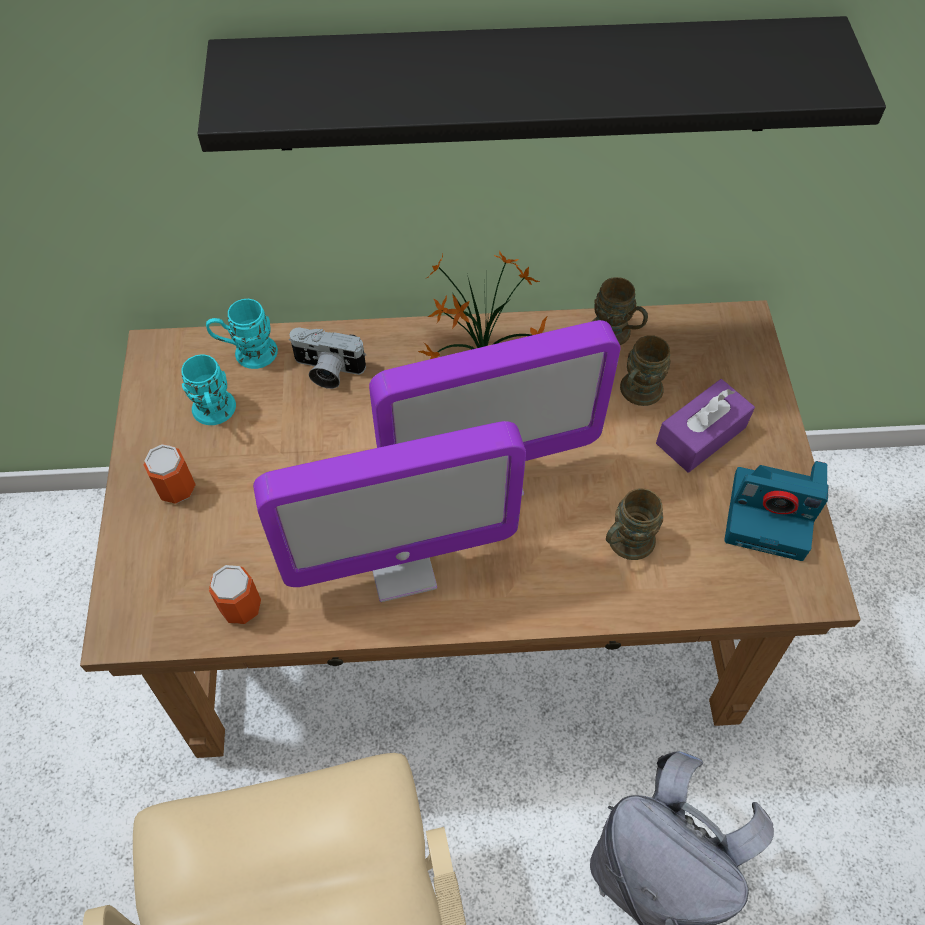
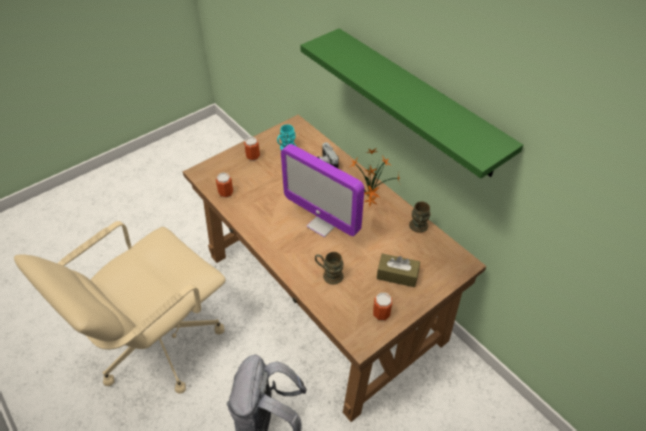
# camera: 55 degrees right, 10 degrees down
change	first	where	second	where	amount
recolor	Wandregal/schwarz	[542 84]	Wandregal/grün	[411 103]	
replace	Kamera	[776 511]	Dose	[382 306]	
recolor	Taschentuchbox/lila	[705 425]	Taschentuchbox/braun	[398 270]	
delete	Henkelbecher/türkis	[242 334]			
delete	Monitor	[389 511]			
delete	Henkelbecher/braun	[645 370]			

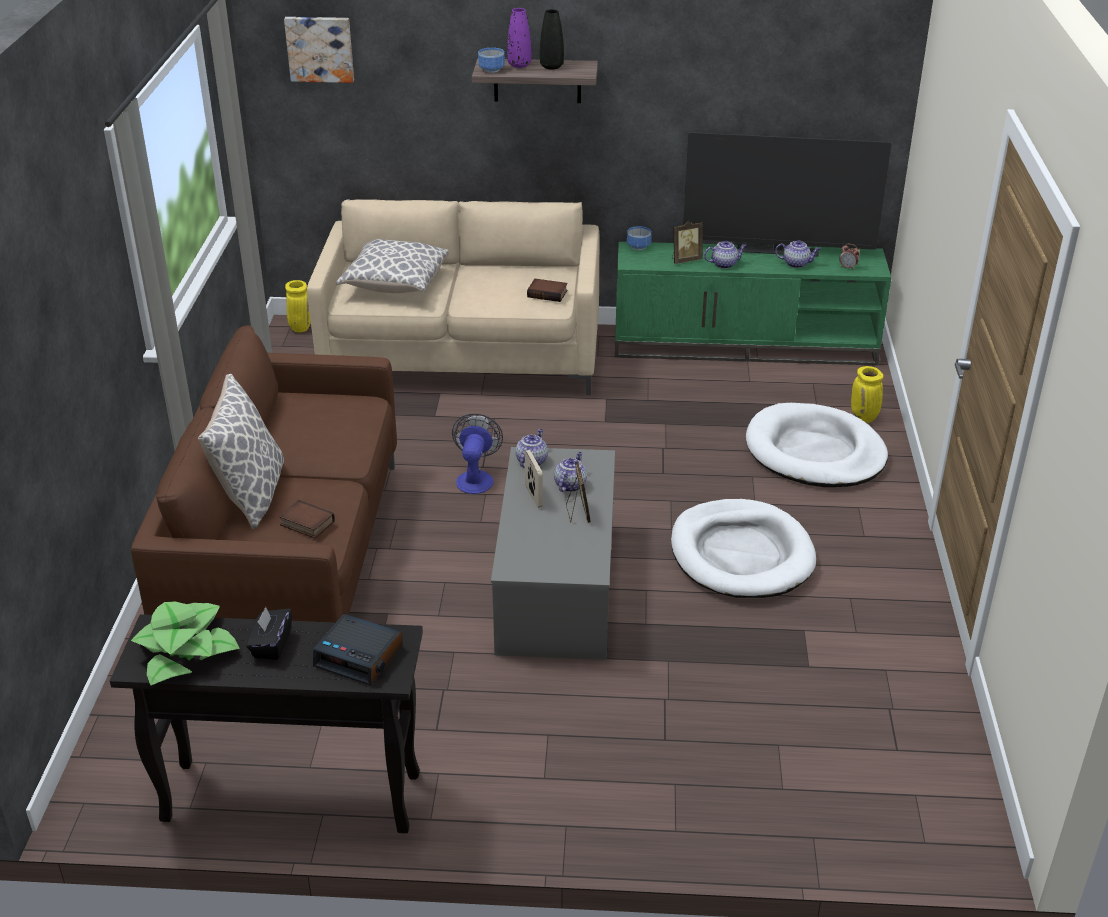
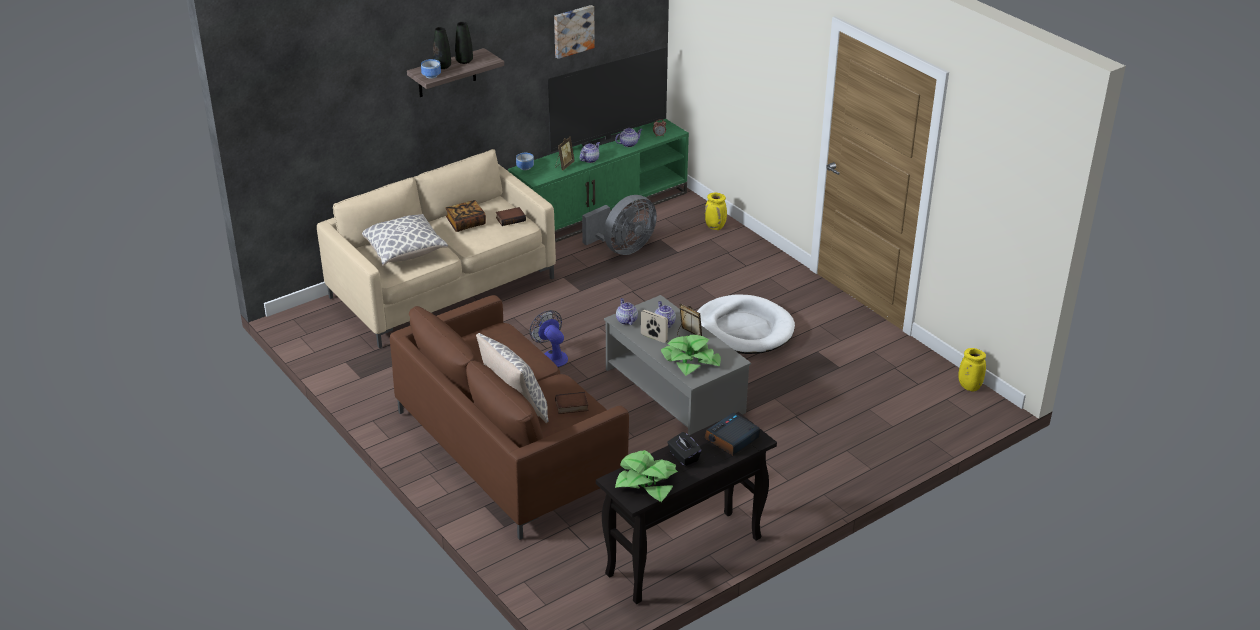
# camera: 40 degrees left, 0 degrees up
change	first	where	second	where	amount
recolor	Vase/lila	[519 38]	Vase/schwarz	[442 48]	
insert			Buch	[465 216]	
move	Bild	[319 50]		[574 32]	
insert			Ventilator/grau	[619 225]	
insert			Topfpflanze	[691 355]	
rotate	Wecker	[358 649]		[732 433]	150 degrees clockwise
move	Vase/gelb	[298 306]		[972 369]	
delete	Hundebett/weiß	[817 445]			

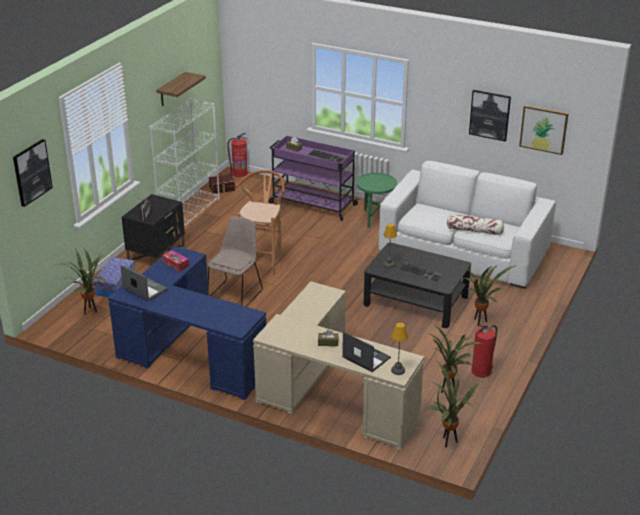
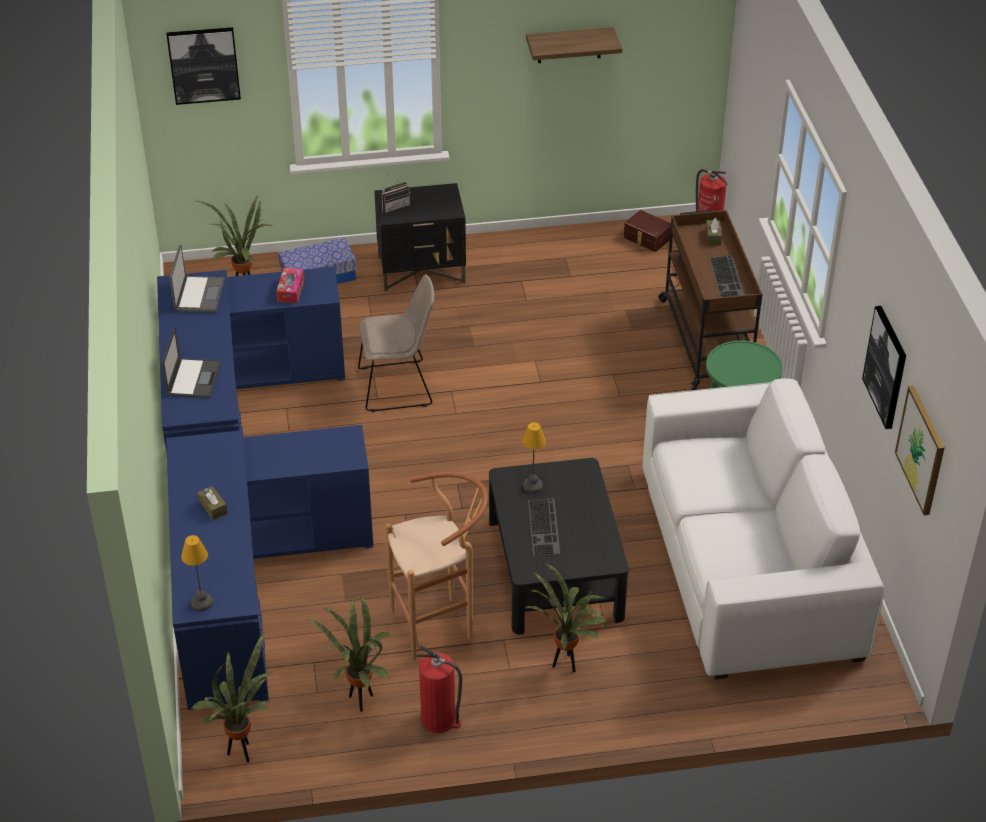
# camera: 55 degrees right, 10 degrees up
change	first	where	second	where	amount
move	Laptop	[366 352]		[191 362]	
recolor	Schreibtisch/beige	[338 366]	Schreibtisch/blau	[269 567]	
move	Hocker/braun	[260 222]		[436 566]	
recolor	Rollwagen/lila	[314 178]	Rollwagen/braun	[710 300]	
delete	Bücherregal/weiß	[184 162]			
delete	Kissen	[475 224]			

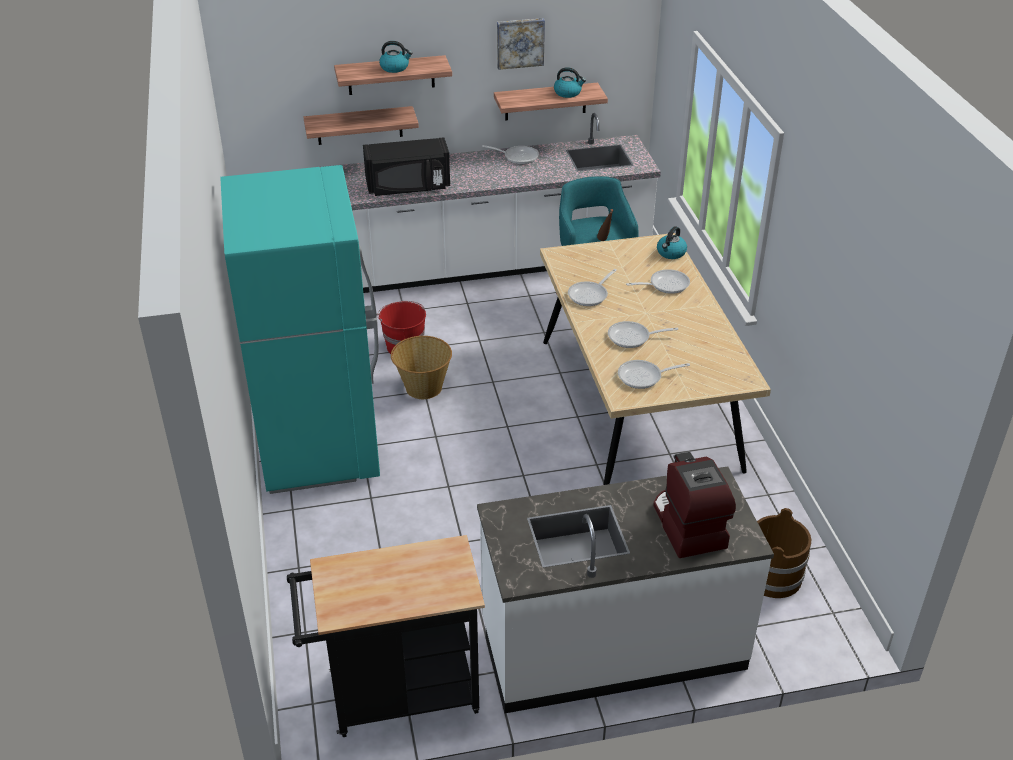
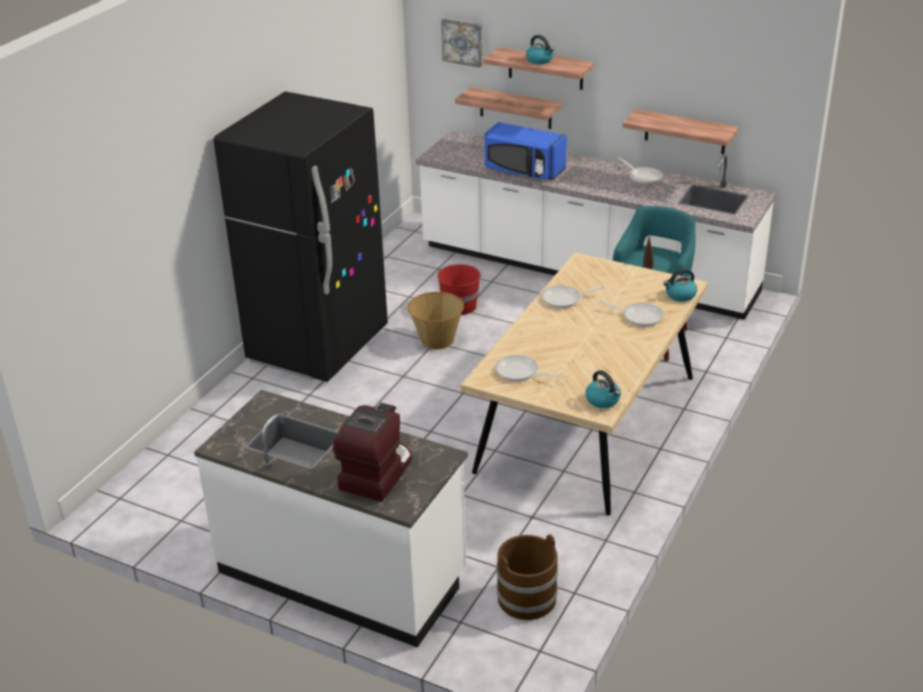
# camera: 40 degrees right, 5 degrees down
change	first	where	second	where	amount
recolor	Kühlschrank/türkis	[300 329]	Kühlschrank/schwarz	[300 237]	
move	Bild	[521 44]		[462 43]	
recolor	Mikrowelle/schwarz	[406 166]	Mikrowelle/blau	[525 151]	
move	Wasserkessel	[570 82]		[603 389]	
delete	Rollwagen/schwarz	[386 636]			
delete	Pfanne	[643 334]			

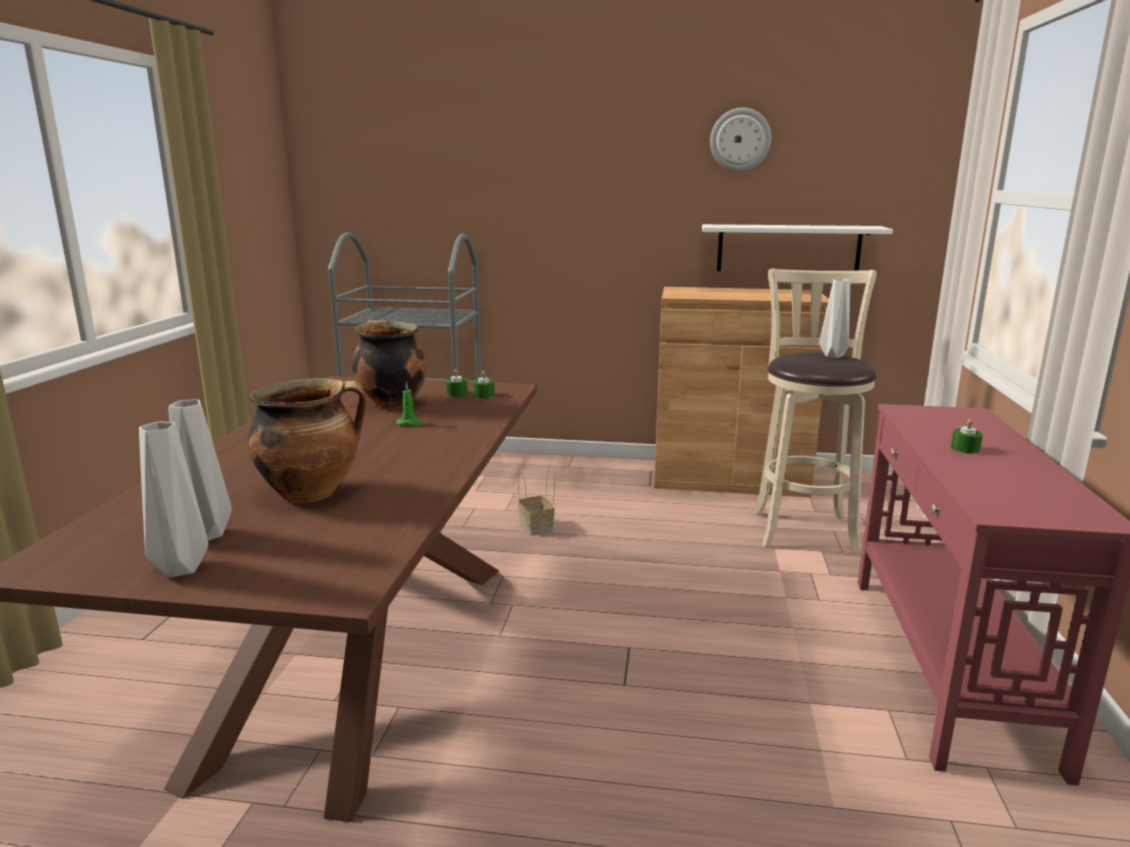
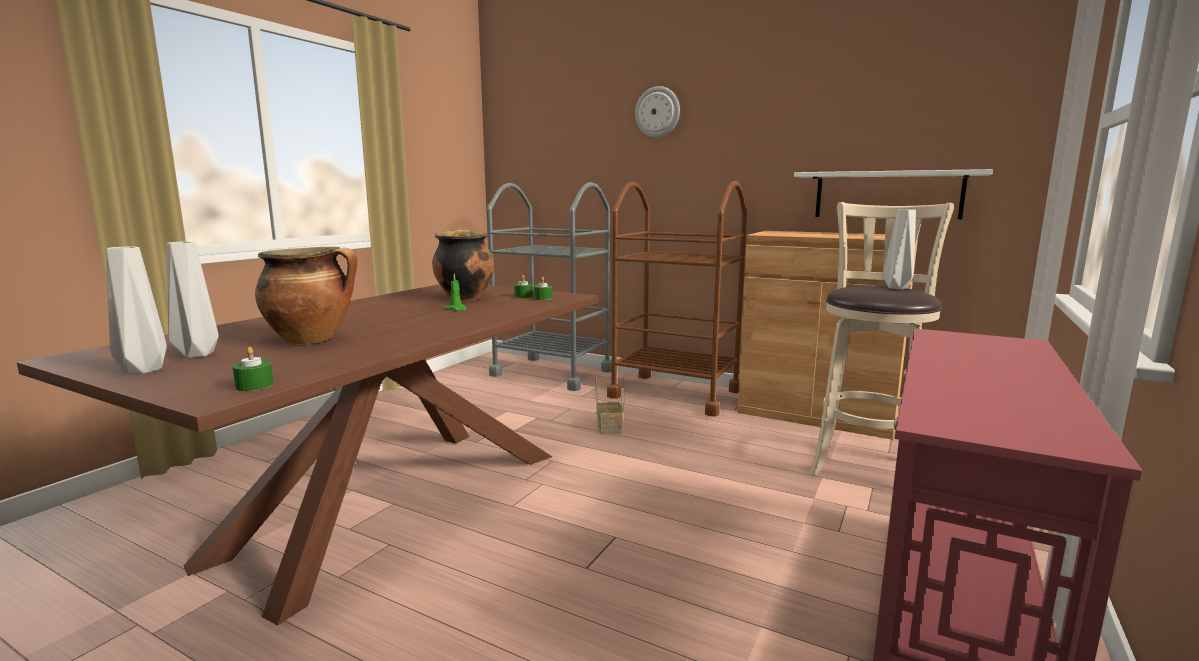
# camera: 20 degrees right, 5 degrees down
change	first	where	second	where	amount
move	Kerze/grün	[967 436]		[252 369]	
insert			Rollwagen/braun	[677 299]	
move	Wanduhr	[740 139]		[657 112]	

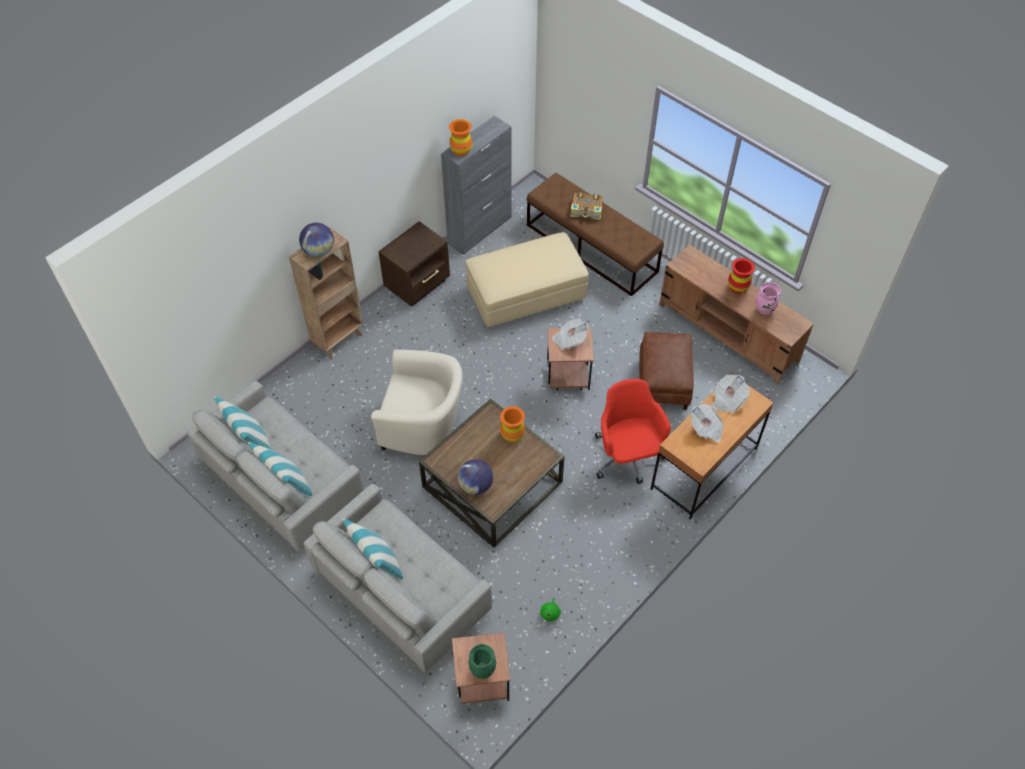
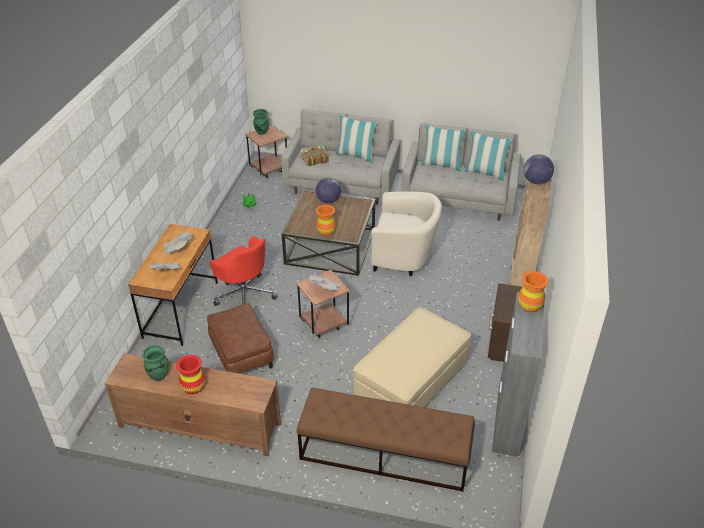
# camera: 150 degrees right, 15 degrees down
change	first	where	second	where	amount
recolor	Vase/rosa	[768 298]	Vase/grün	[155 363]	
move	Buch	[586 206]		[314 155]	
rotate	Sessel/beige	[416 402]		[406 234]	150 degrees counterclockwise

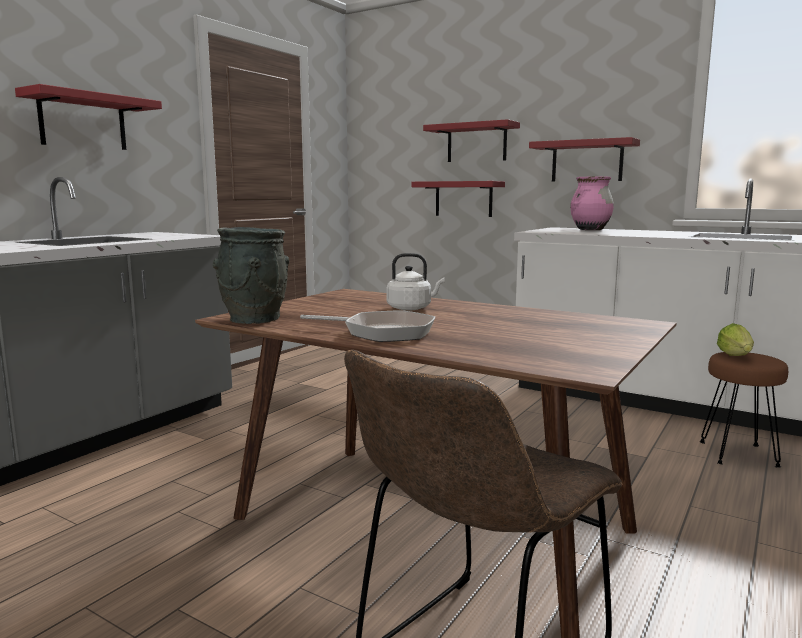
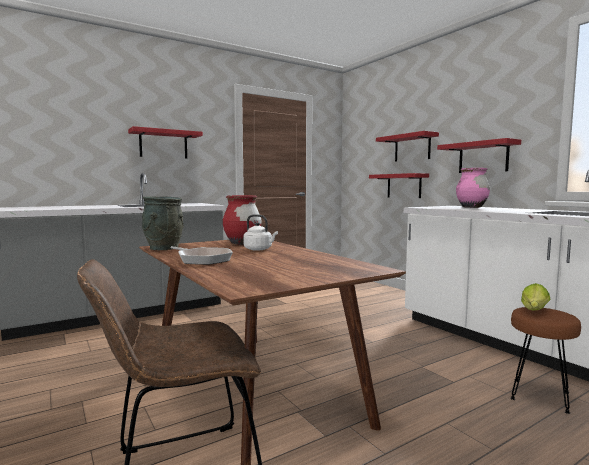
# camera: 25 degrees right, 5 degrees down
change	first	where	second	where	amount
insert			Vase/rot	[242 220]	

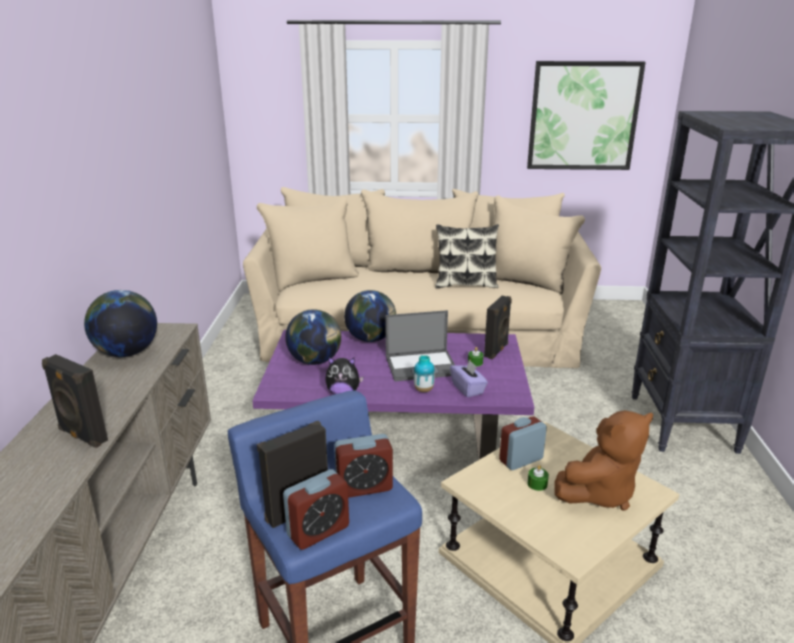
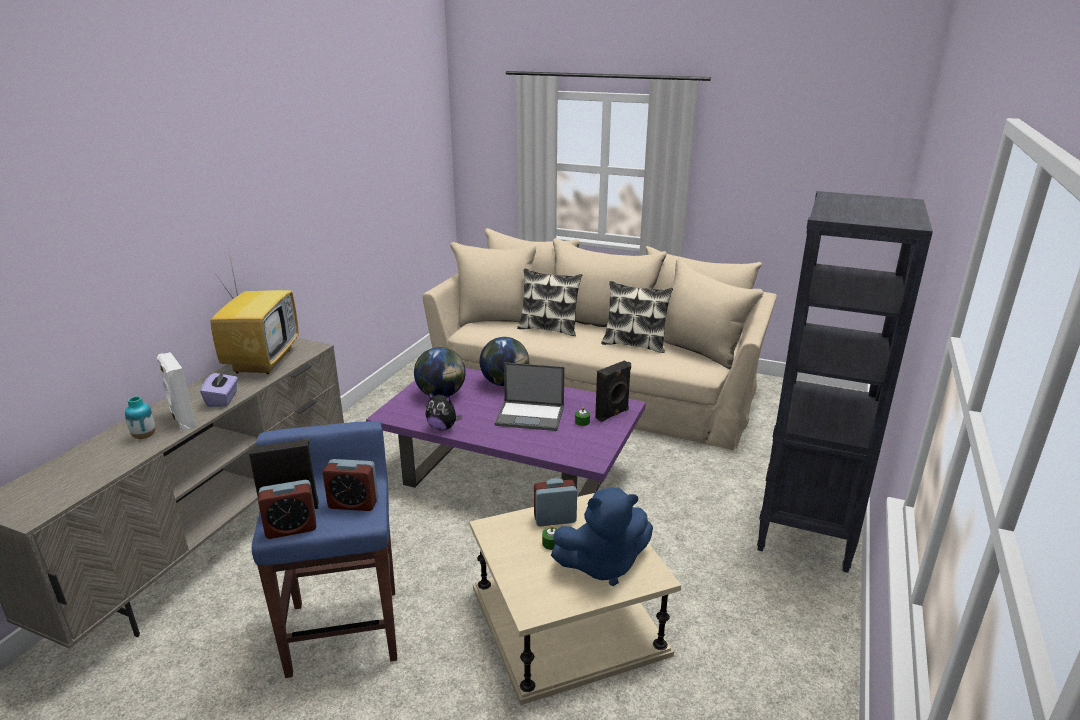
# camera: 20 degrees right, 0 degrees up
change	first	where	second	where	amount
move	Vase	[424 373]		[140 417]	
recolor	Lautsprecher/schwarz	[75 401]	Lautsprecher/weiß	[176 391]	
move	Taschentuchbox/lila	[469 378]		[219 388]	
replace	Globus	[120 323]	Fernseher	[254 313]	
insert			Kissen	[549 302]	
recolor	Plüschtier/braun	[603 460]	Plüschtier/blau	[602 537]	
delete	Bild	[586 115]			

